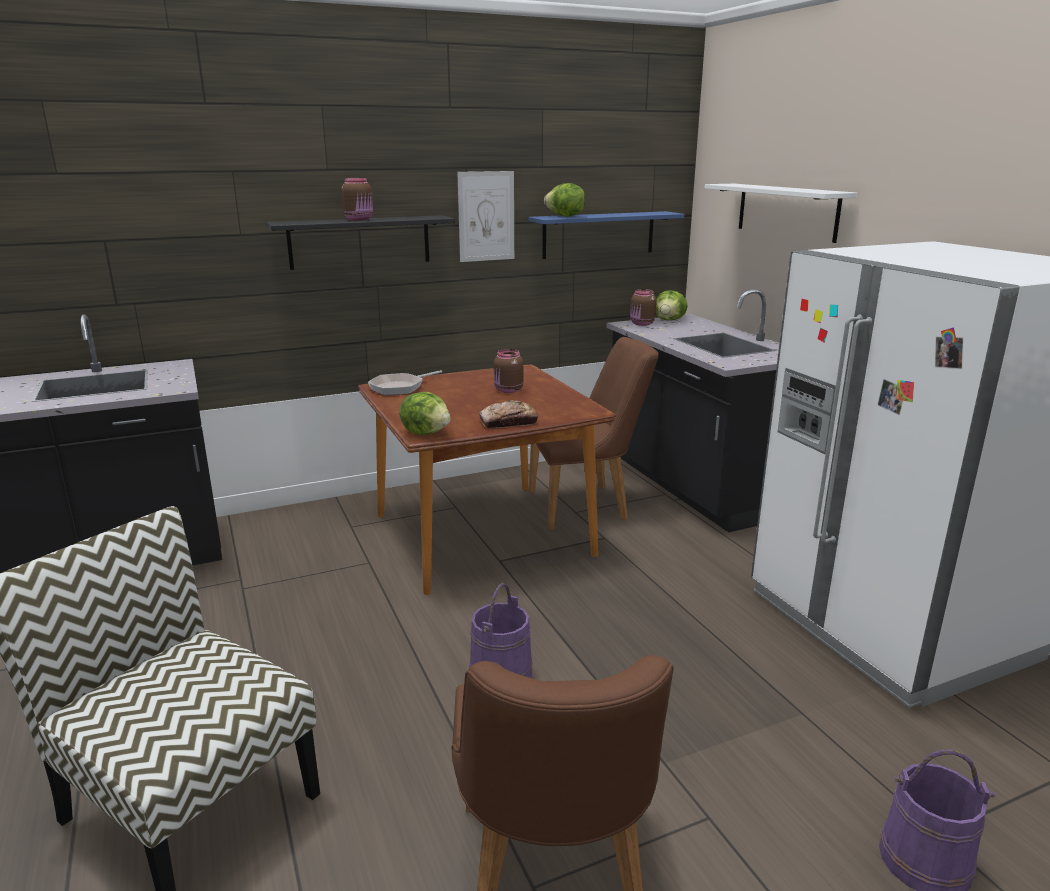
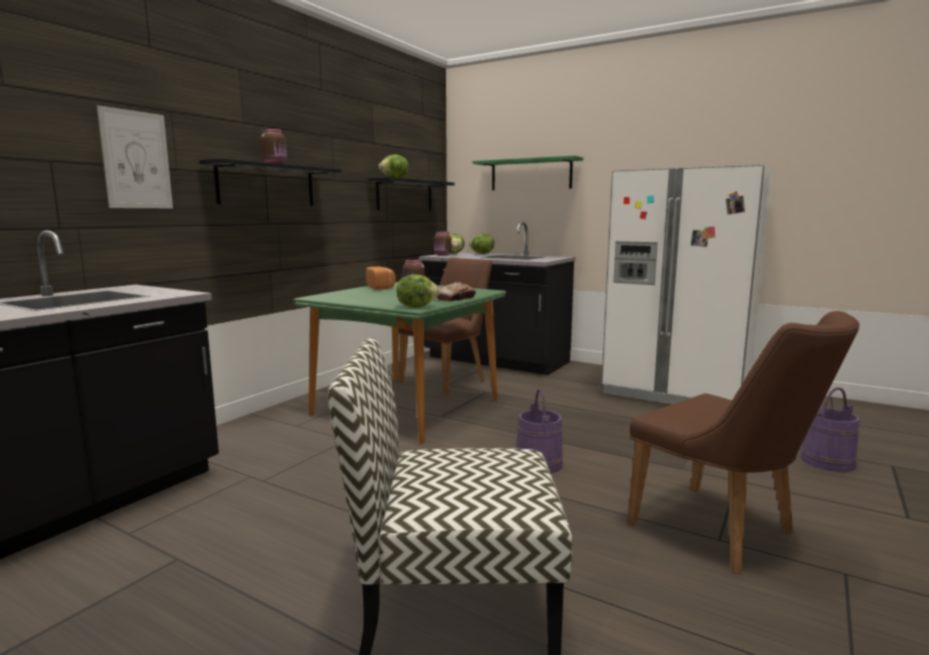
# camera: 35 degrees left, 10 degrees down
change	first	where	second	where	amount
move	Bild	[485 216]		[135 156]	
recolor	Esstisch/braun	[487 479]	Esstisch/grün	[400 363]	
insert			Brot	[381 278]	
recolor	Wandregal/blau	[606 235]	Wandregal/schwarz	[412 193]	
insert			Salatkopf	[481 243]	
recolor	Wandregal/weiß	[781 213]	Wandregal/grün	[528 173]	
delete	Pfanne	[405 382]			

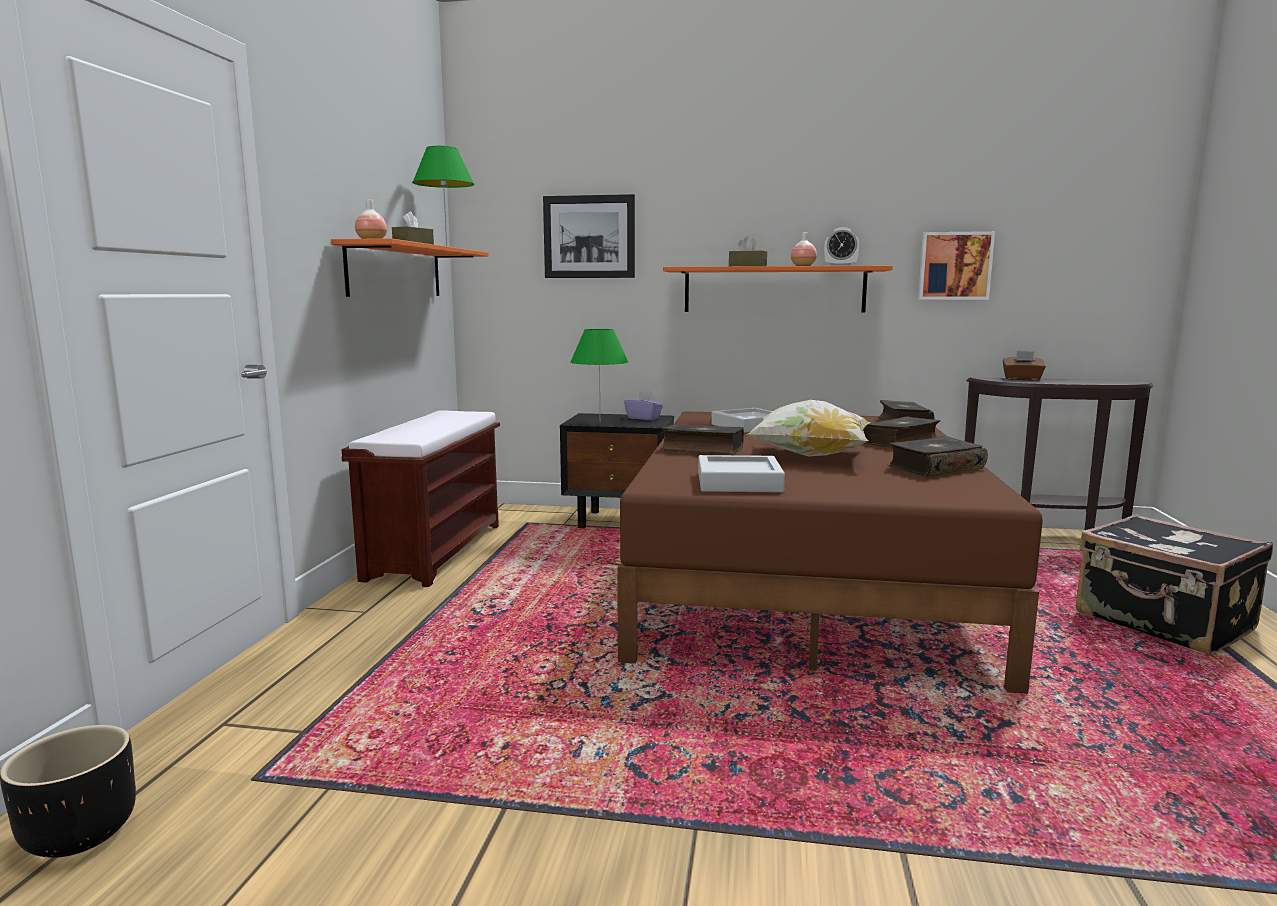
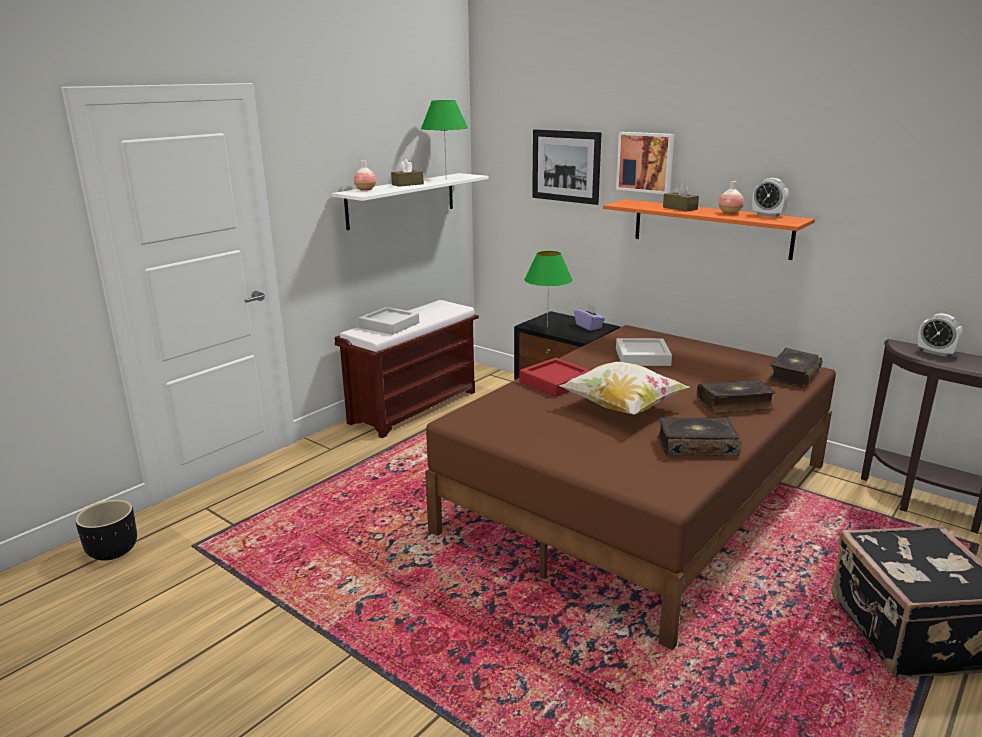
# camera: 30 degrees right, 10 degrees up
change	first	where	second	where	amount
recolor	Wandregal/orange	[409 267]	Wandregal/weiß	[410 201]	
move	Tablett/grau	[741 473]		[388 321]	
replace	Buch	[703 439]	Tablett/rot	[555 377]	
move	Bild	[956 265]		[645 163]	
replace	Taschentuchbox/braun	[1024 366]	Wecker	[940 335]	

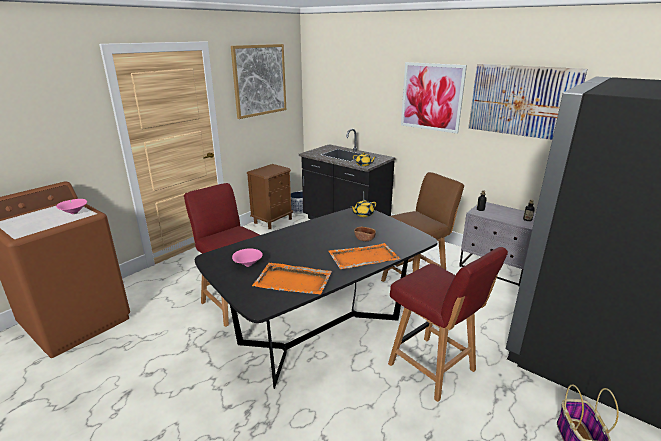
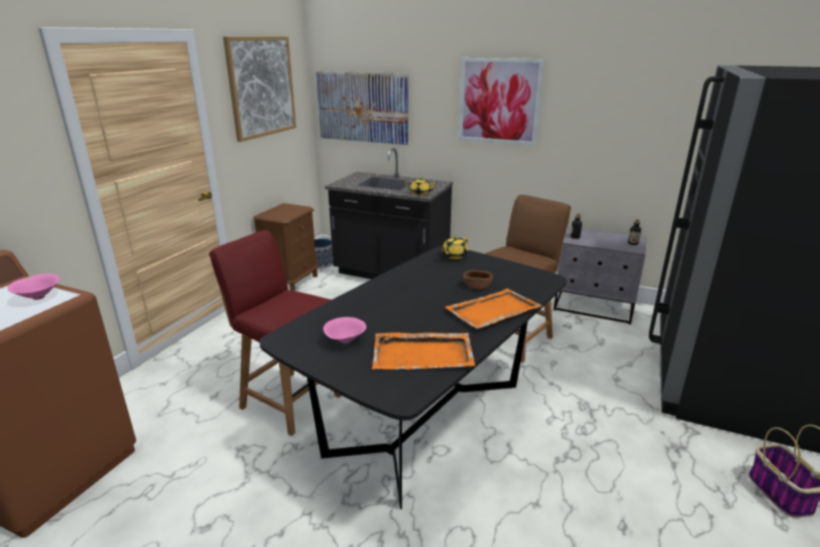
# camera: 15 degrees left, 0 degrees up
change	first	where	second	where	amount
move	Bild	[528 102]		[362 108]	
delete	Stuhl/rot	[448 324]			

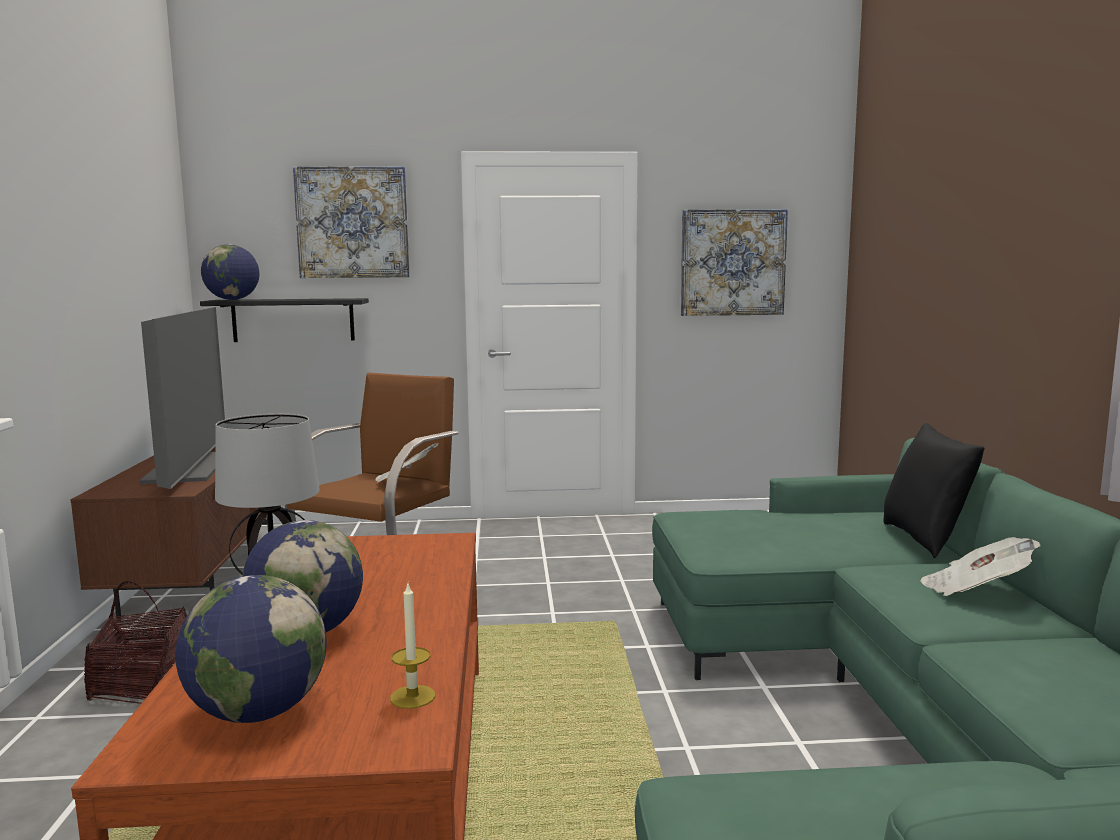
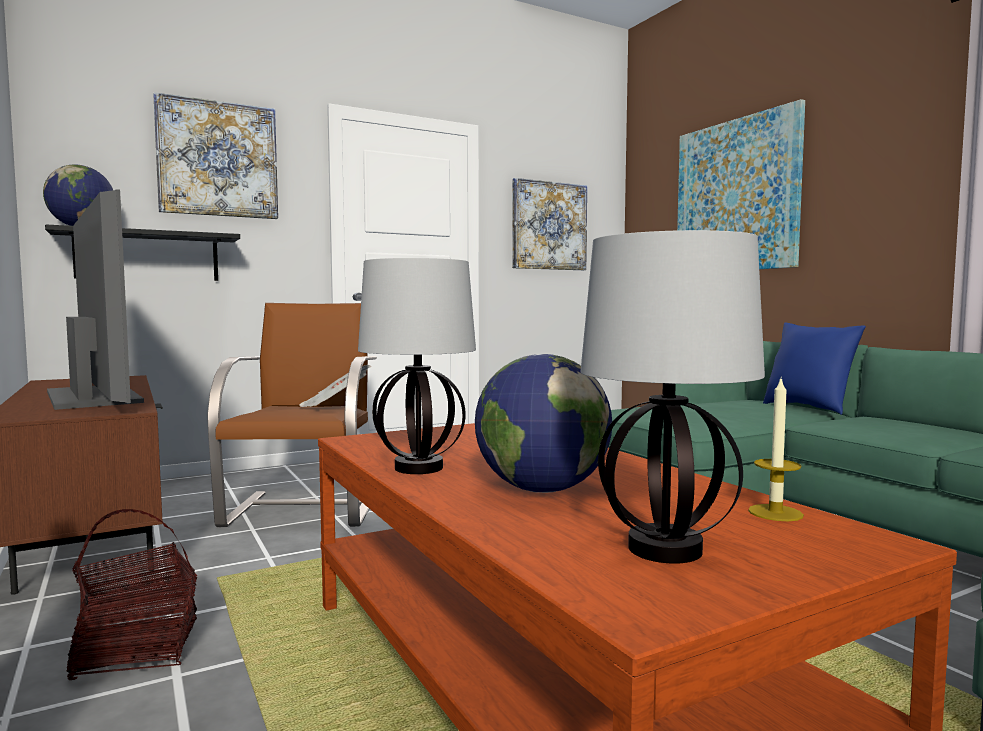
# camera: 25 degrees left, 5 degrees down
change	first	where	second	where	amount
replace	Globus	[251 649]	Tischlampe	[672 397]	
insert			Bild	[741 184]	
recolor	Kissen/schwarz	[934 490]	Kissen/blau	[814 369]	
delete	Zeitung	[980 566]			

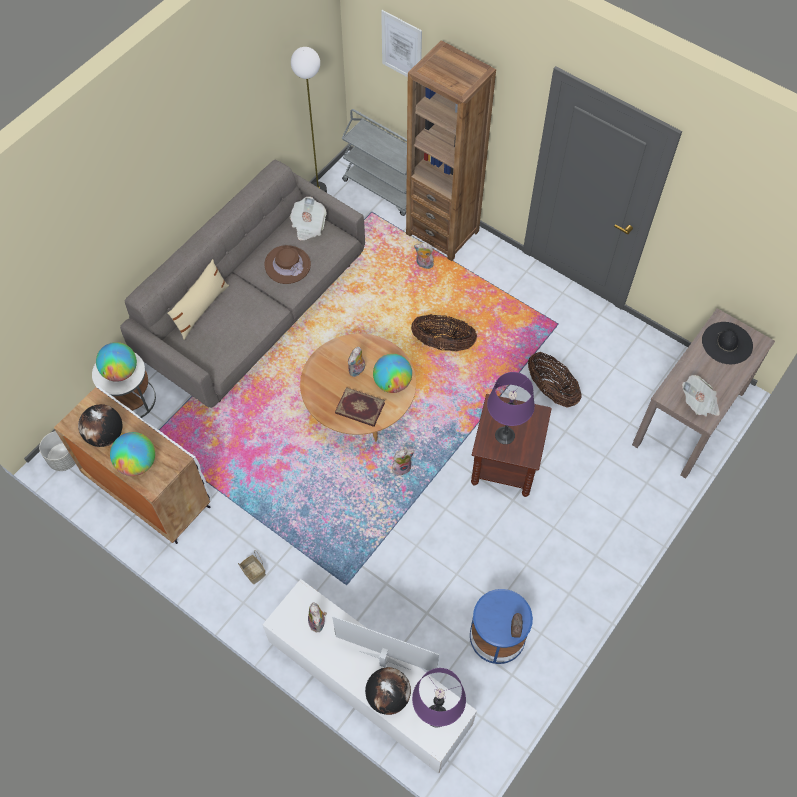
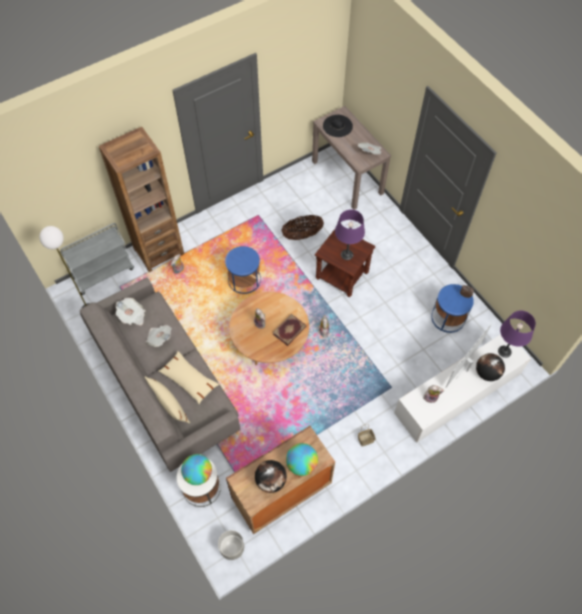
# camera: 70 degrees left, 0 degrees up
change	first	where	second	where	amount
replace	Hut/braun	[287 264]	Zeitung	[159 336]	
insert			Kissen/beige	[189 377]	
replace	Korb	[444 332]	Beistelltisch/blau	[243 270]	
recolor	Schrank/weiß	[133 464]	Schrank/braun	[280 480]	
delete	Globus	[392 373]			
delete	Bild	[401 43]			

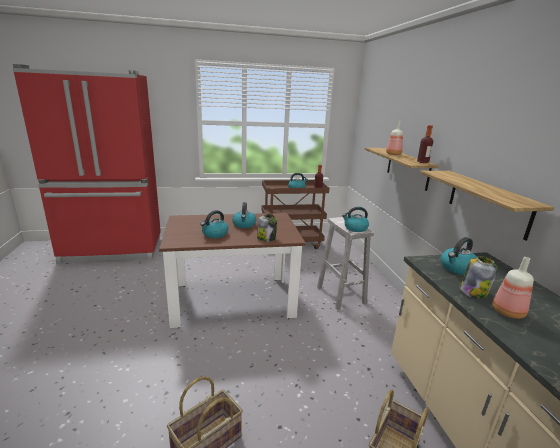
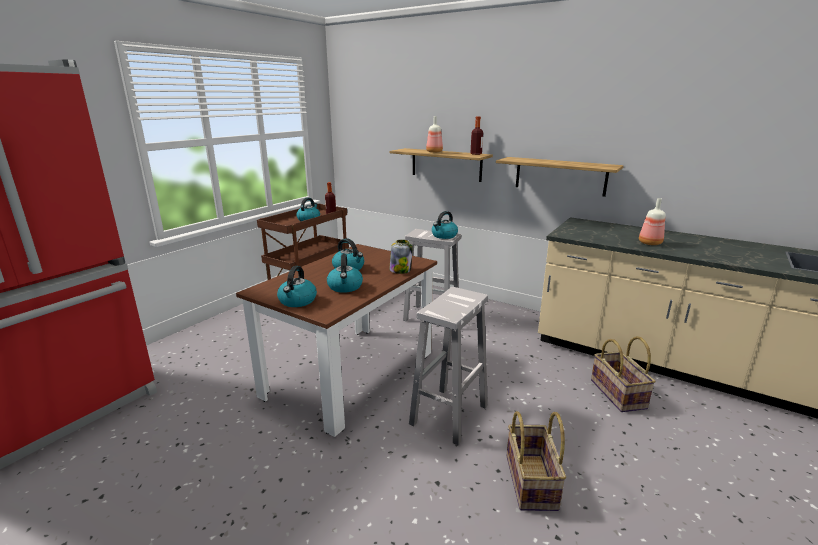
# camera: 45 degrees left, 0 degrees up
change	first	where	second	where	amount
move	Wasserkessel	[459 256]		[297 286]	
insert			Hocker/weiß	[448 366]	
delete	Vorratsglas	[479 277]			

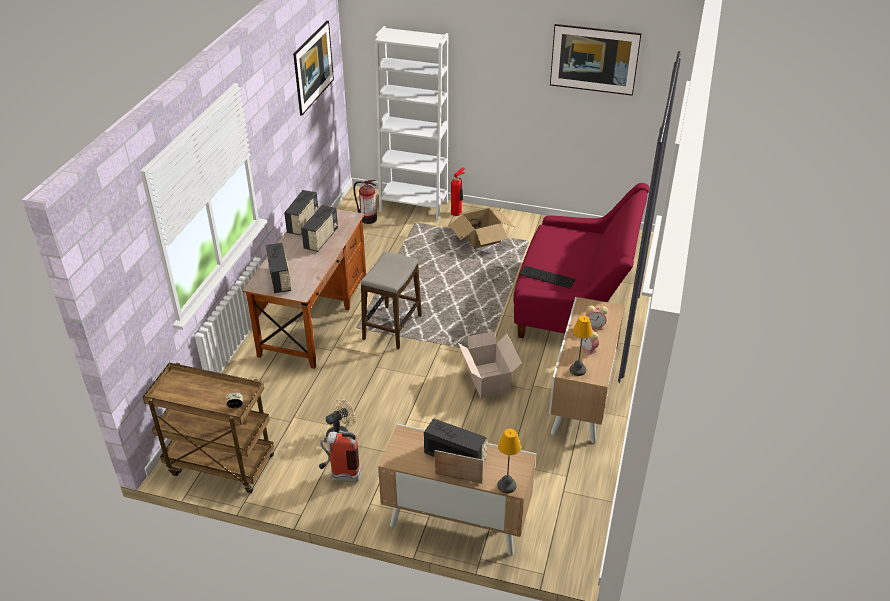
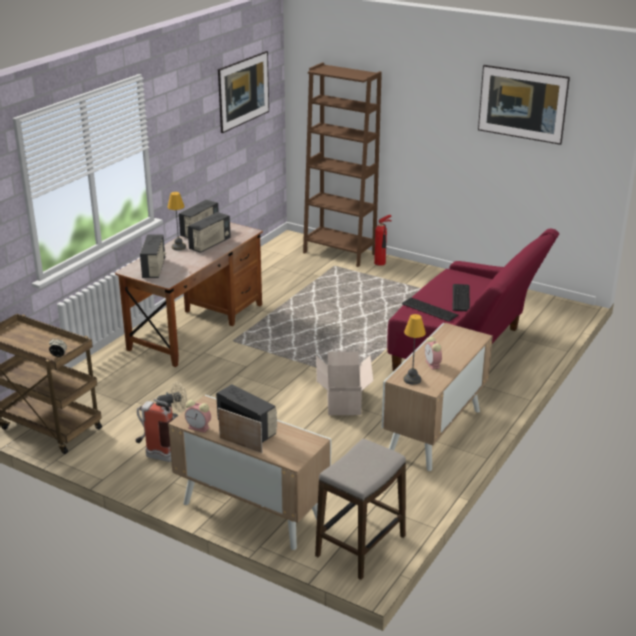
# camera: 15 degrees right, 10 degrees down
change	first	where	second	where	amount
move	Tischlampe	[509 461]		[176 221]	
move	Wecker	[597 317]		[198 416]	
recolor	Bücherregal/weiß	[411 123]	Bücherregal/braun	[342 164]	
move	Hocker	[391 300]		[360 509]	
insert			Tastatur	[461 297]	
delete	Feuerlöscher	[365 202]			
delete	Karton	[481 228]			

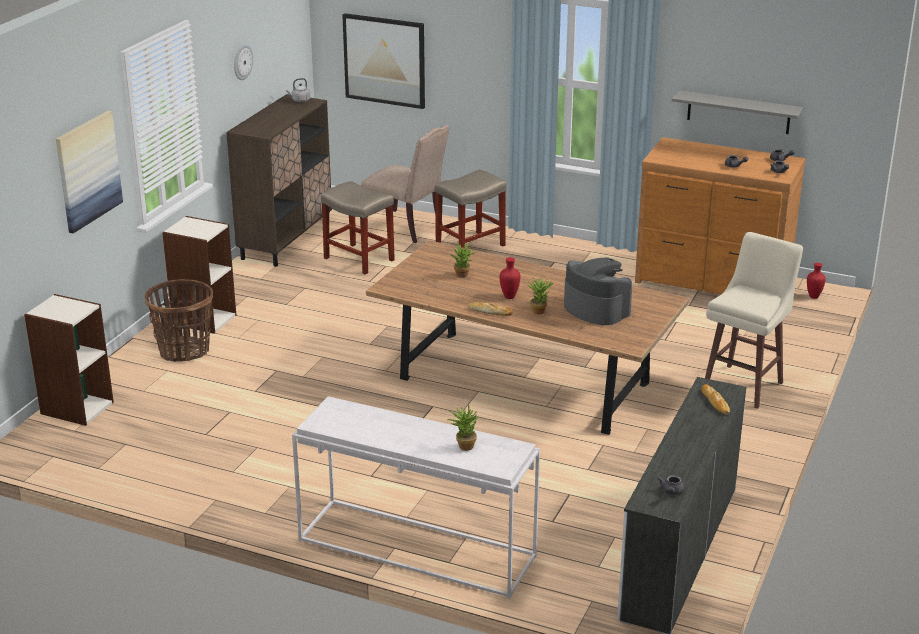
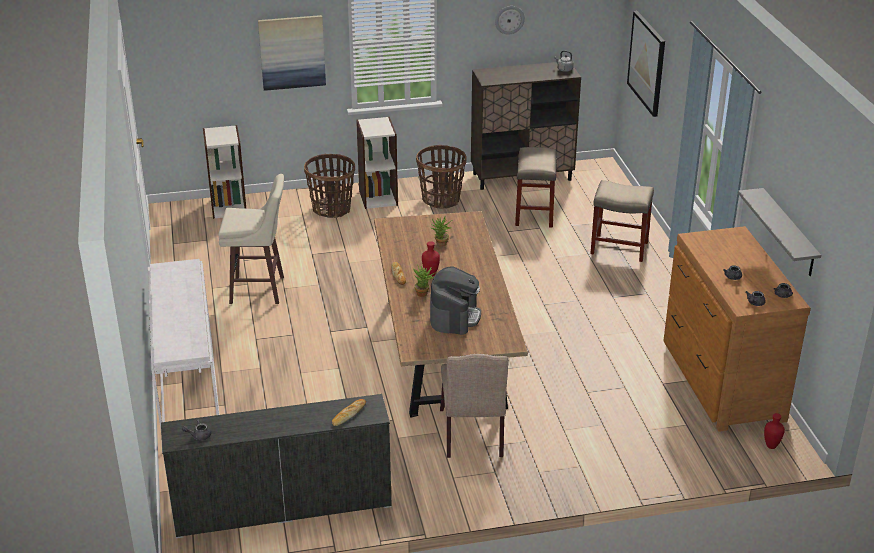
# camera: 55 degrees right, 5 degrees up
change	first	where	second	where	amount
move	Hocker/beige	[754 320]		[251 239]	
insert			Korb	[441 177]	
move	Stuhl/beige	[405 184]		[474 406]	
delete	Topfpflanze	[463 427]			

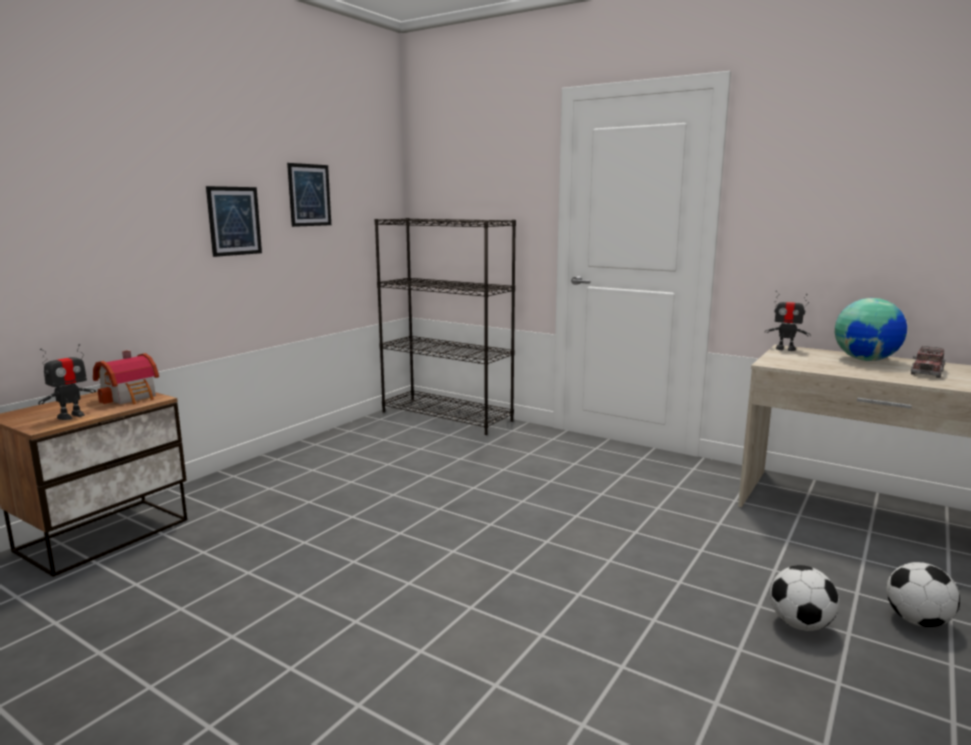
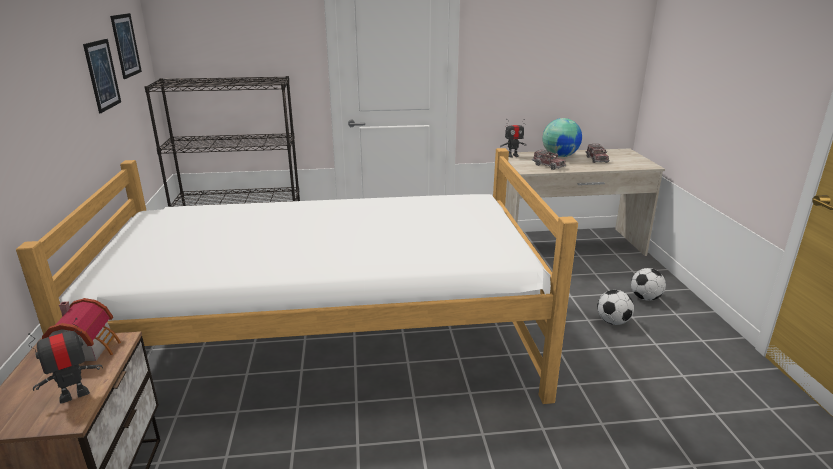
# camera: 40 degrees left, 10 degrees up
change	first	where	second	where	amount
insert			Bett	[297 276]	
rotate	Spielzeugroboter	[67 382]		[65 361]	120 degrees counterclockwise
move	Bild	[234 221]		[126 46]	
insert			Spielzeuglaster	[549 159]	

